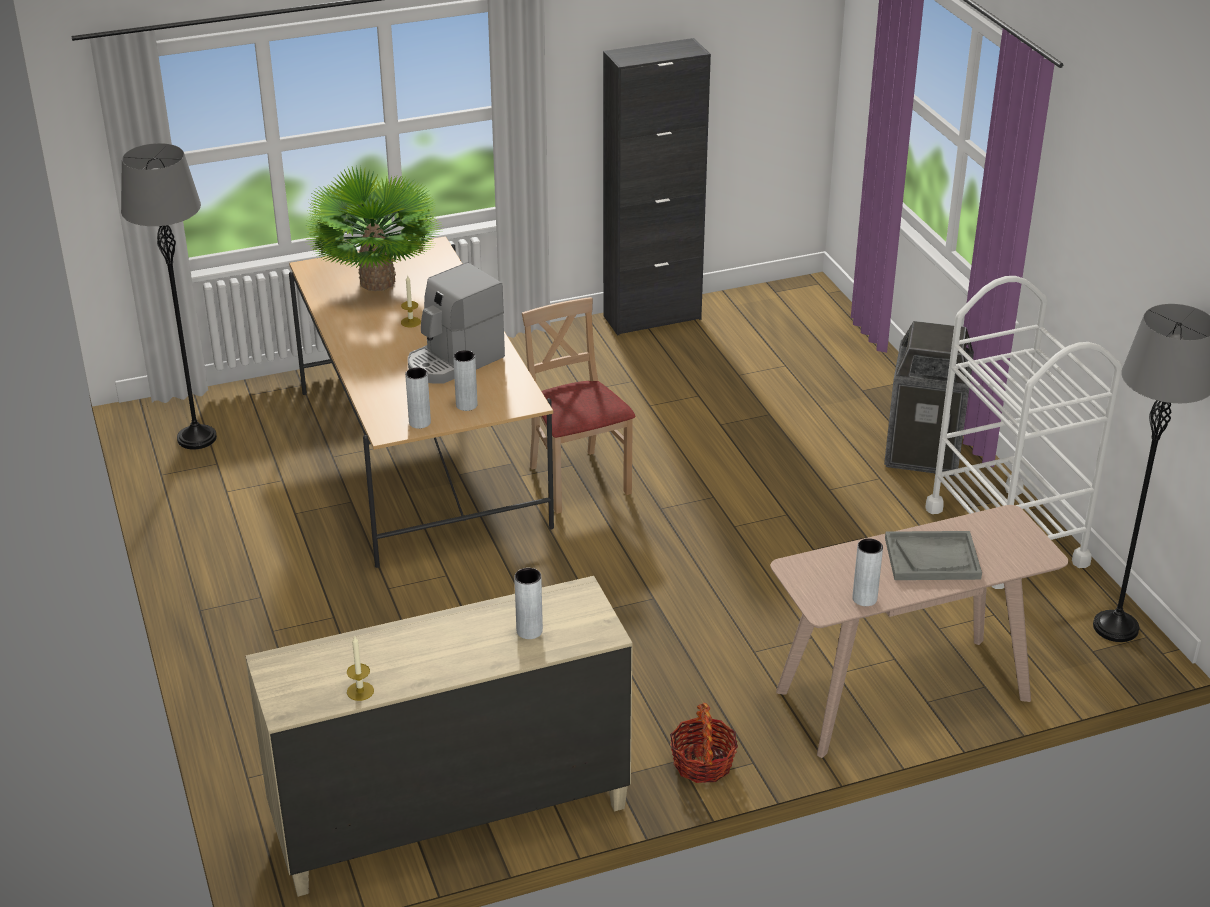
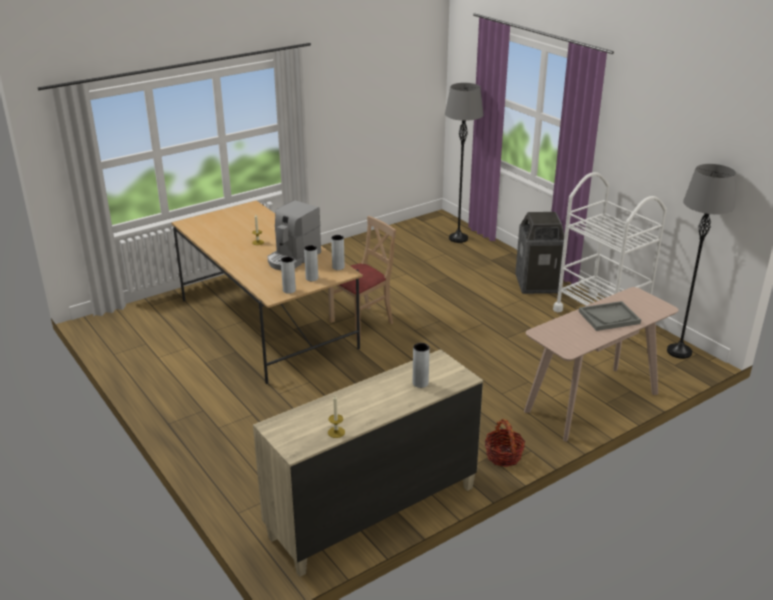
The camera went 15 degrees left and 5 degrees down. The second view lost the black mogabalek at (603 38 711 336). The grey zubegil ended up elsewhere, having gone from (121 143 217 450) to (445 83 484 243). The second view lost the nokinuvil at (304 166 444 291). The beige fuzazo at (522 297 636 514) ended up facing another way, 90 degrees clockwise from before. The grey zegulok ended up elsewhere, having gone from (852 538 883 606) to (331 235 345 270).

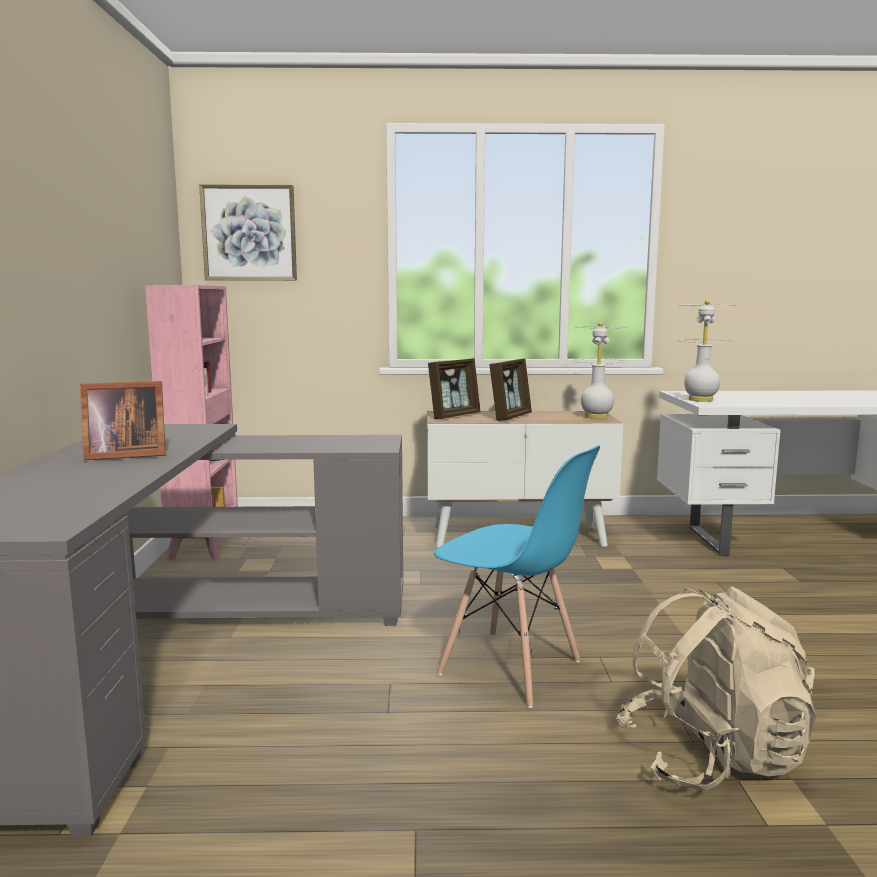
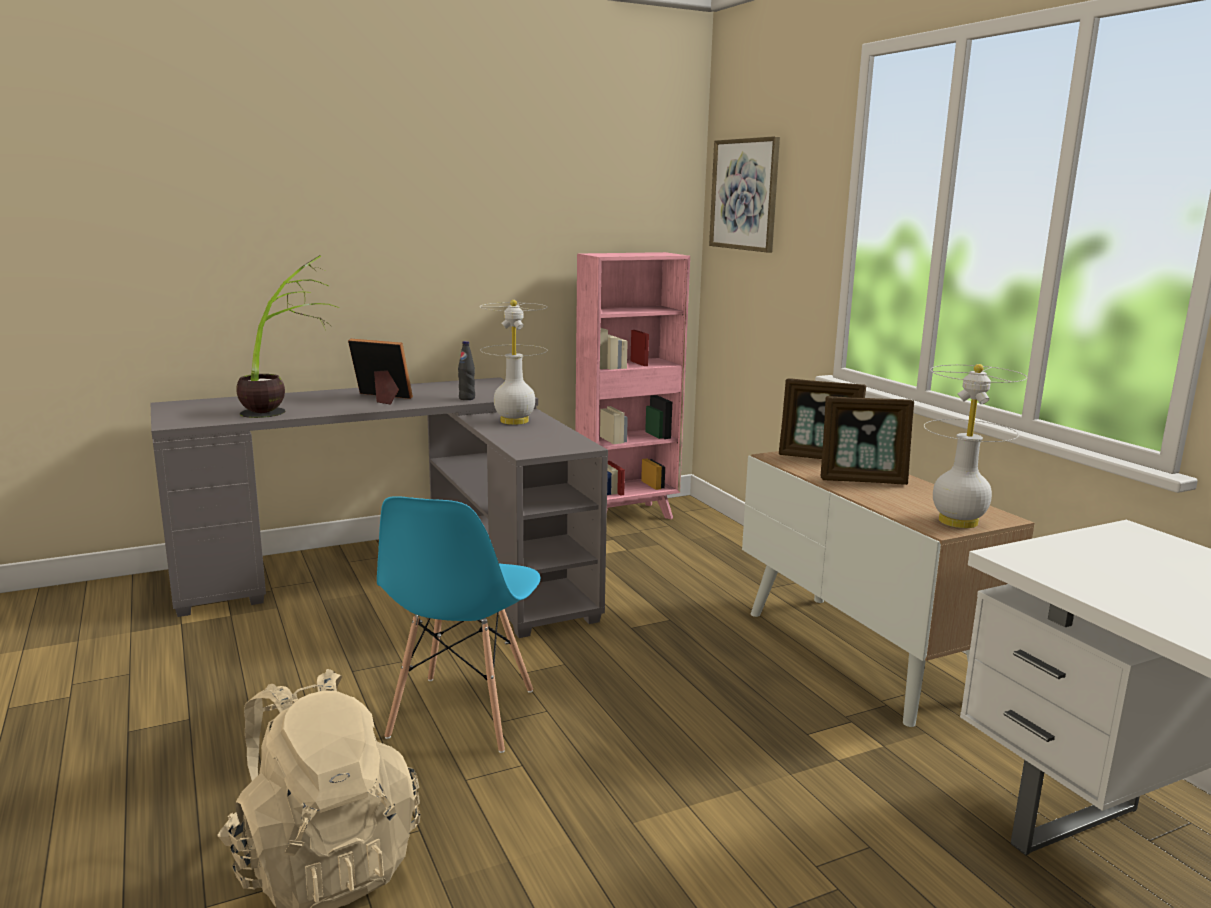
The camera went 65 degrees right and 5 degrees up. The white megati ended up elsewhere, having gone from (676 299 737 402) to (480 300 547 425). The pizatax at (80 381 166 460) ended up facing another way, 150 degrees clockwise from before. The second view gained the nokinuvil at (236 255 339 418). The second view gained the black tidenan at (458 341 475 400).

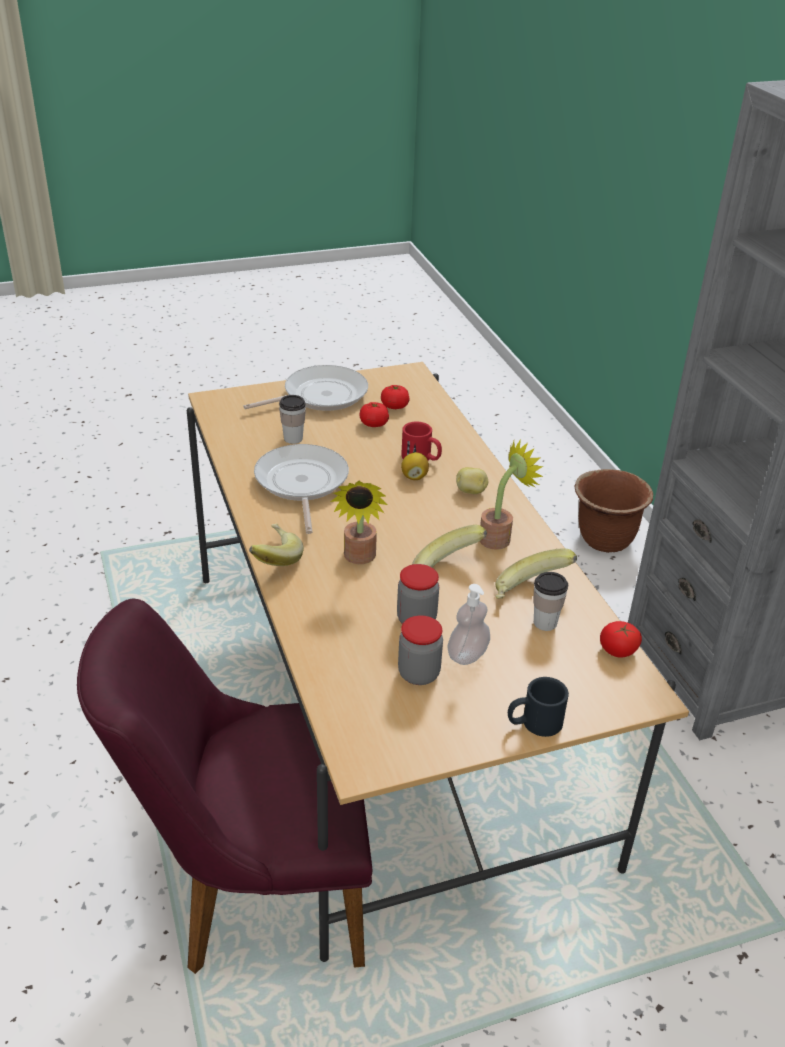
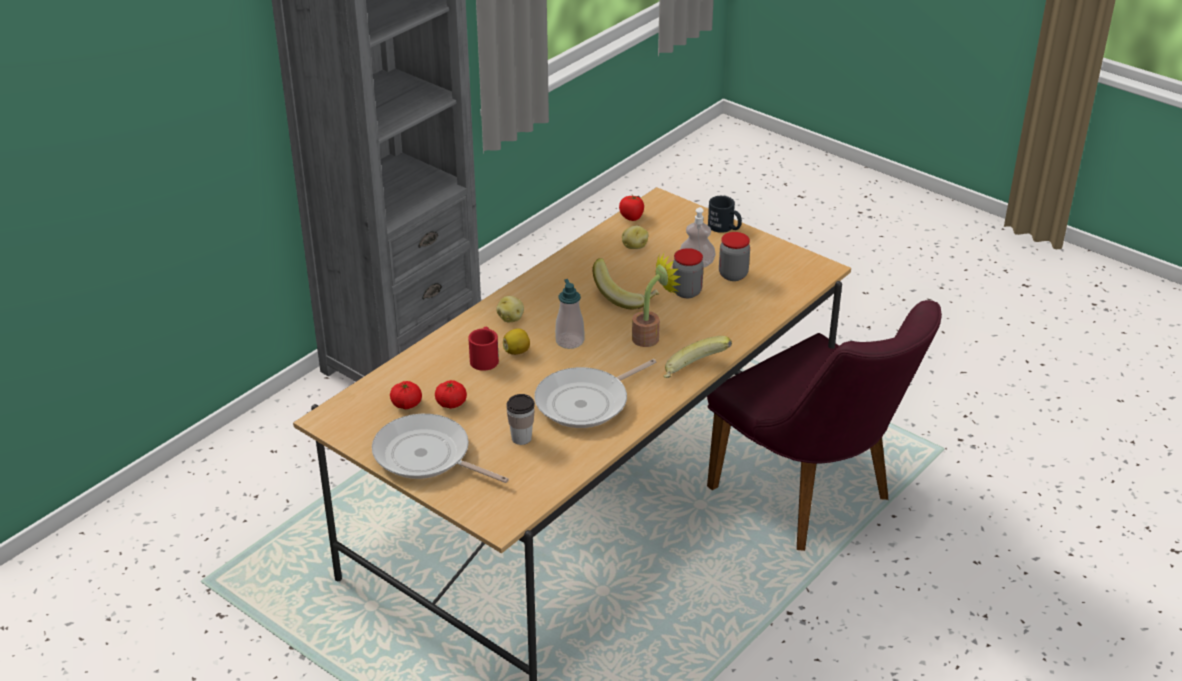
The camera went 120 degrees left and 0 degrees up. The second view lost the nokinuvil at (480 439 543 550). The second view lost the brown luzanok at (575 469 653 553). The second view lost the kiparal at (495 548 577 599). Where the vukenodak stood at (533 572 568 631), the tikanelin came to stand at (622 225 649 249). The second view gained the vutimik at (555 279 584 349).

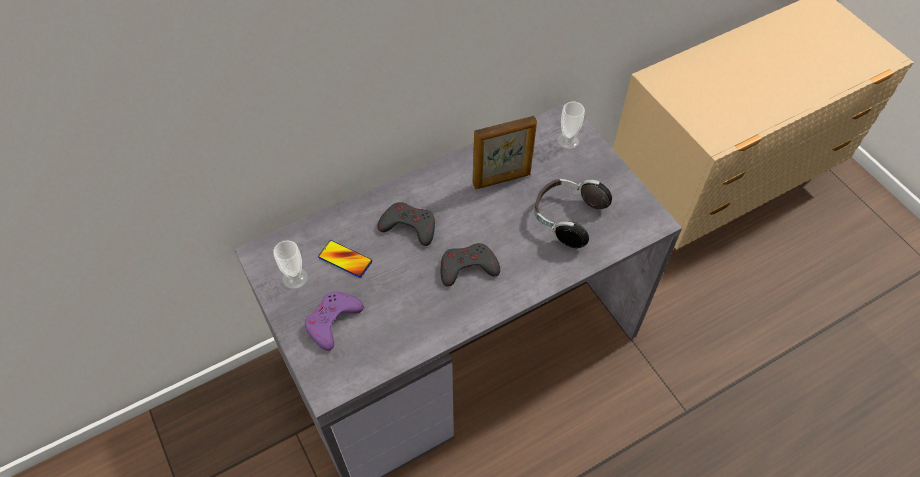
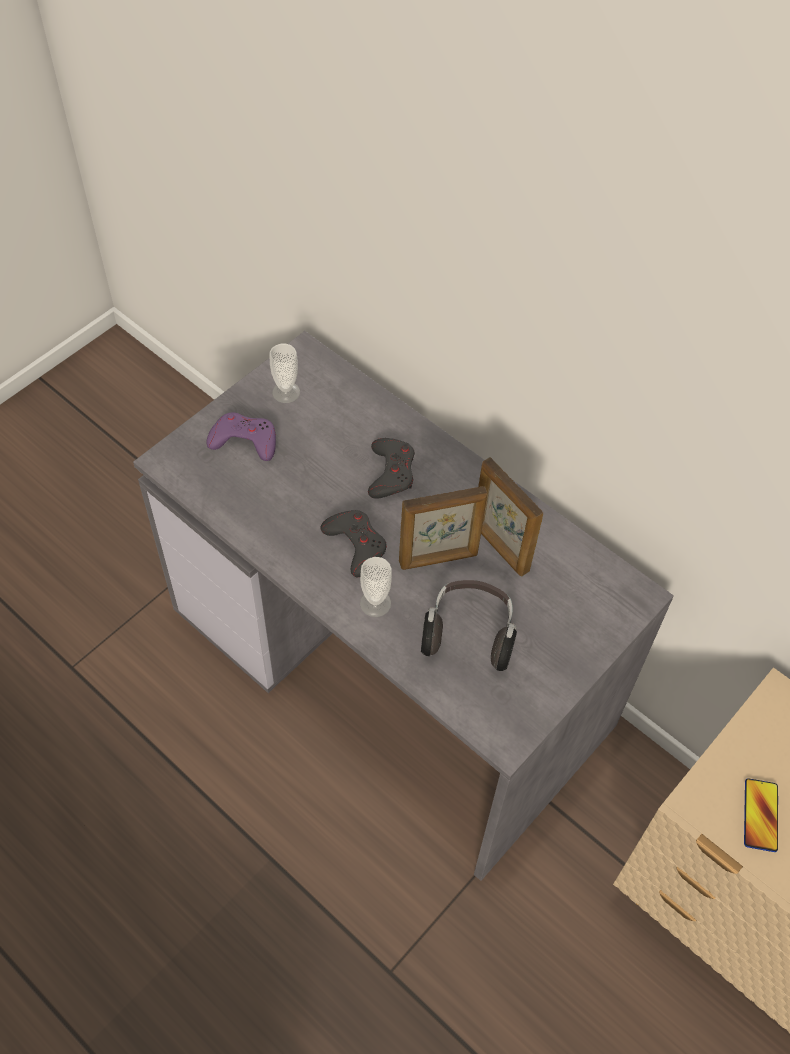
The camera went 70 degrees right and 0 degrees up. The vukenodak ended up elsewhere, having gone from (557 102 585 149) to (360 557 392 617). The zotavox ended up elsewhere, having gone from (318 240 372 278) to (744 778 778 852). The second view gained the pizatax at (399 486 487 570).

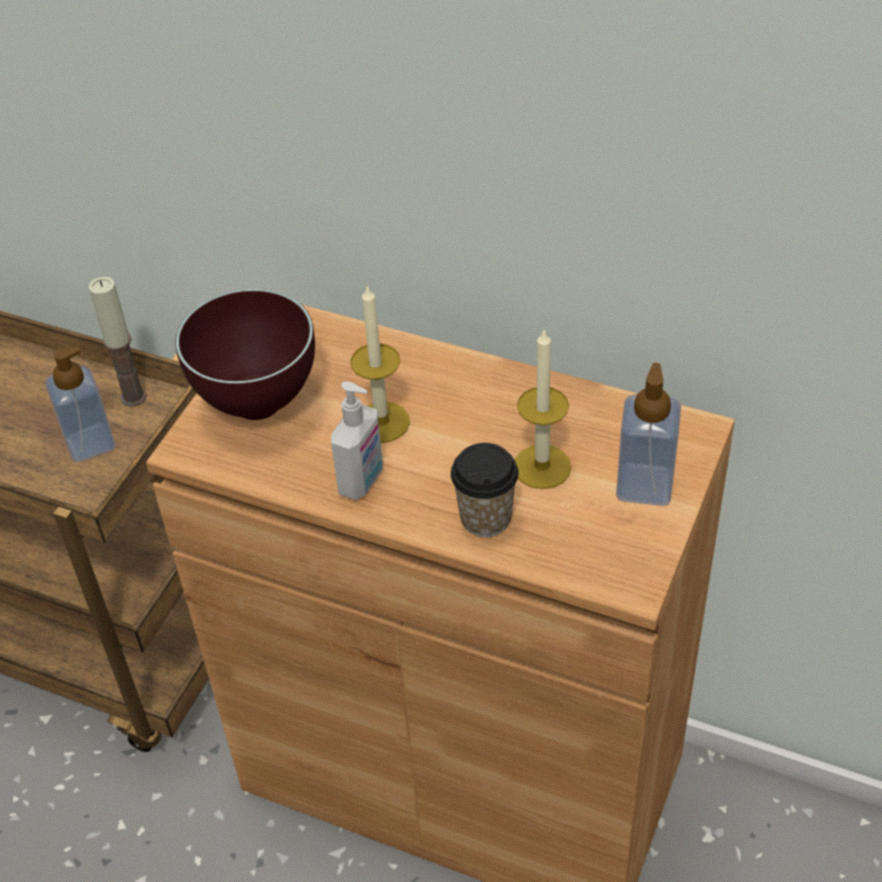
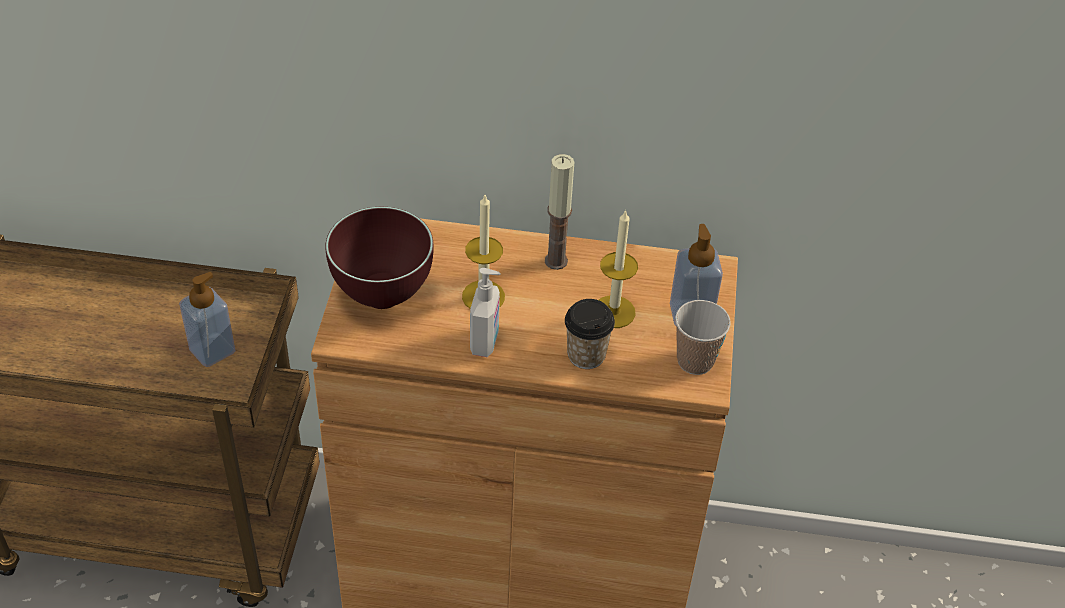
The camera went 20 degrees left and 0 degrees up. The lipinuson ended up elsewhere, having gone from (89 277 147 407) to (545 154 574 270). The second view gained the vukenodak at (675 300 731 375).

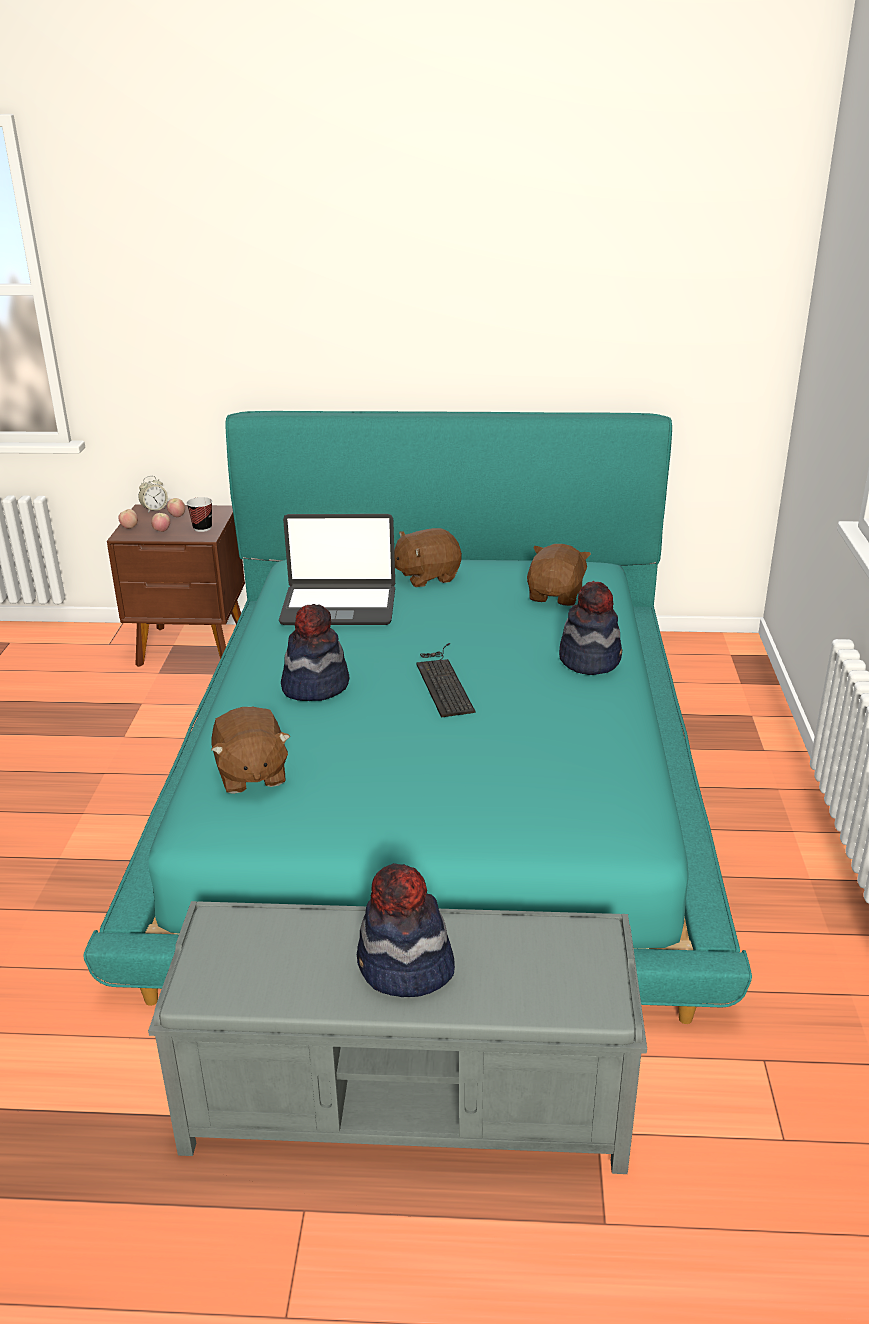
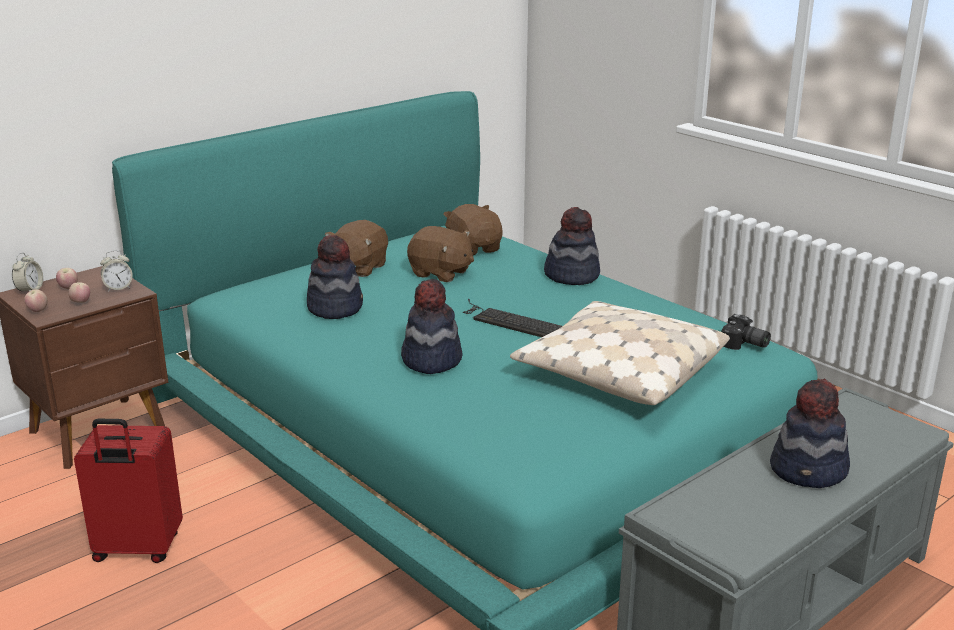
The camera went 45 degrees left and 5 degrees down. Where the vukenodak stood at (186 497 212 532), the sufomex came to stand at (100 250 133 292). Where the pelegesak stood at (279 514 395 625), the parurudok came to stand at (307 235 363 319). The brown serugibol ended up elsewhere, having gone from (211 707 291 794) to (407 226 474 282). The second view gained the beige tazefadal at (510 301 730 405). The second view gained the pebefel at (722 314 771 350). The second view gained the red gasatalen at (74 419 183 563).

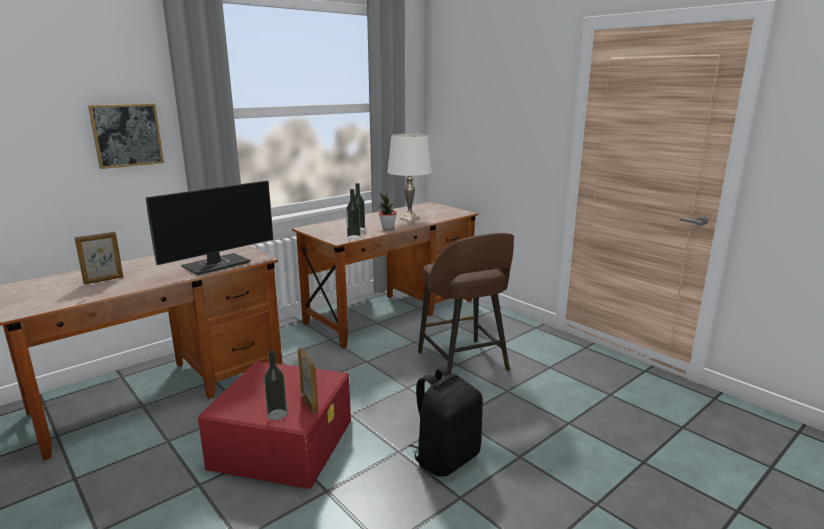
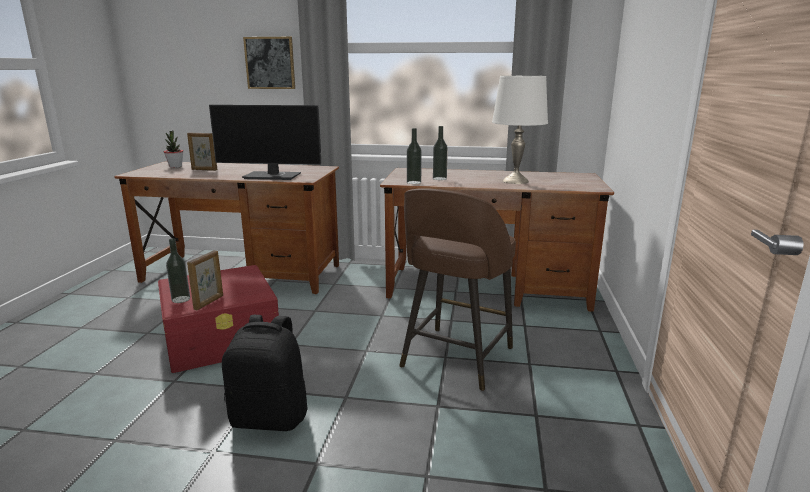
The camera went 50 degrees right and 0 degrees up. The nokinuvil ended up elsewhere, having gone from (379 192 397 229) to (164 130 183 168).

